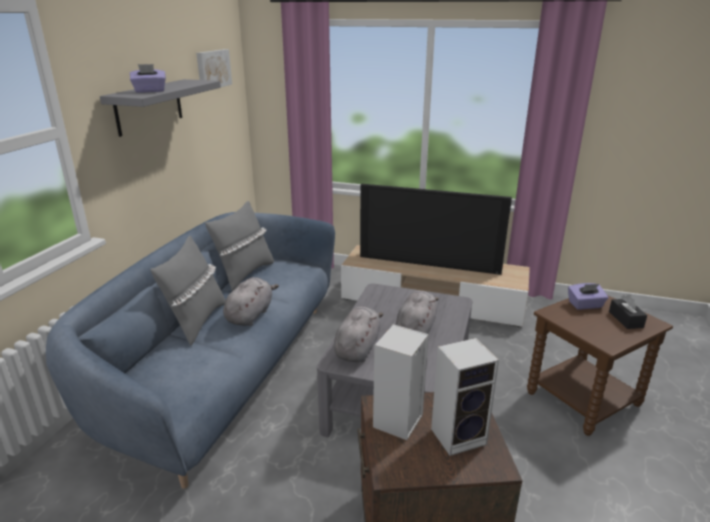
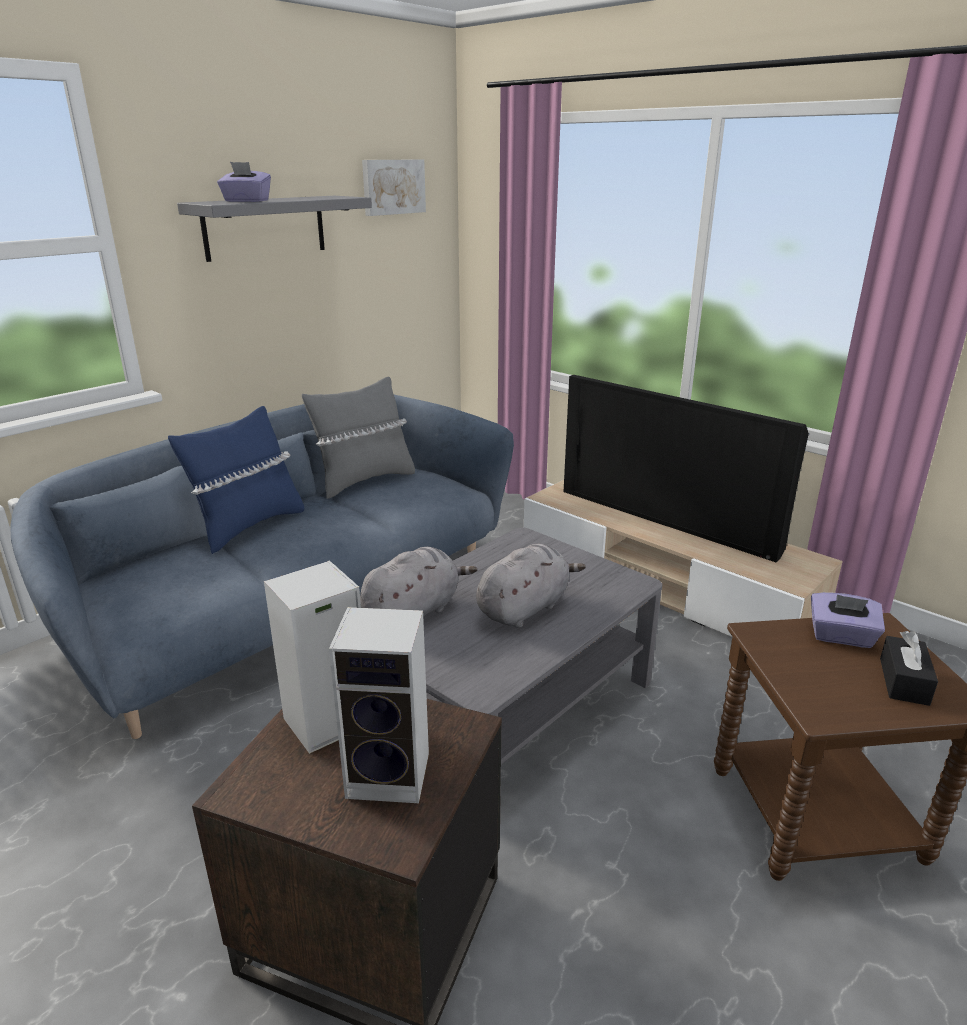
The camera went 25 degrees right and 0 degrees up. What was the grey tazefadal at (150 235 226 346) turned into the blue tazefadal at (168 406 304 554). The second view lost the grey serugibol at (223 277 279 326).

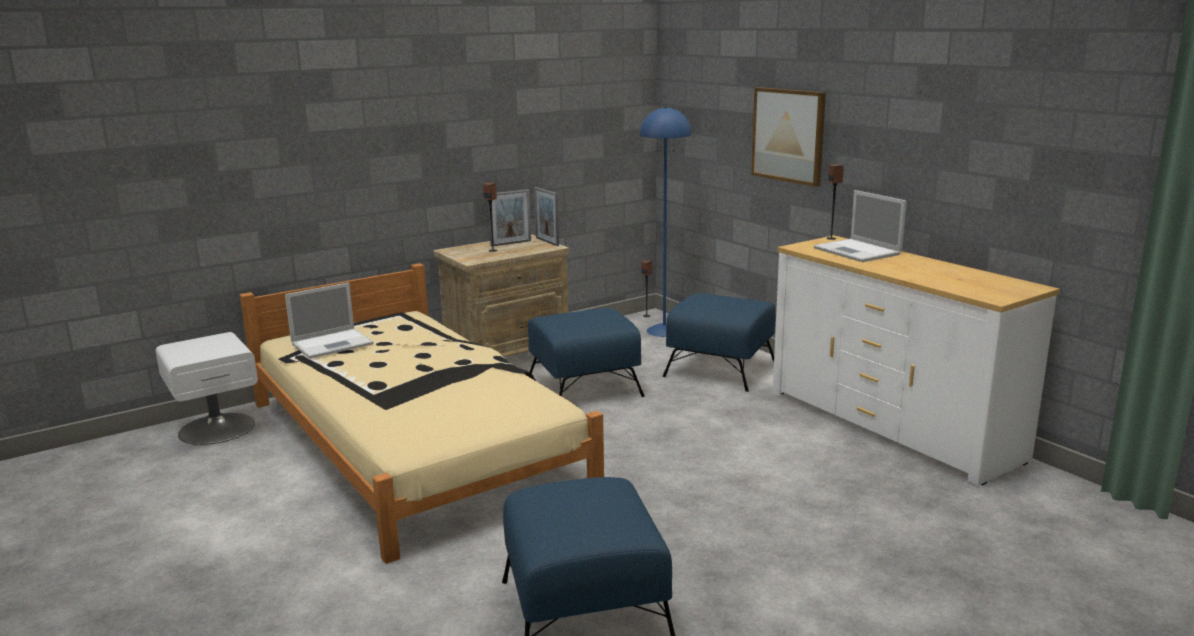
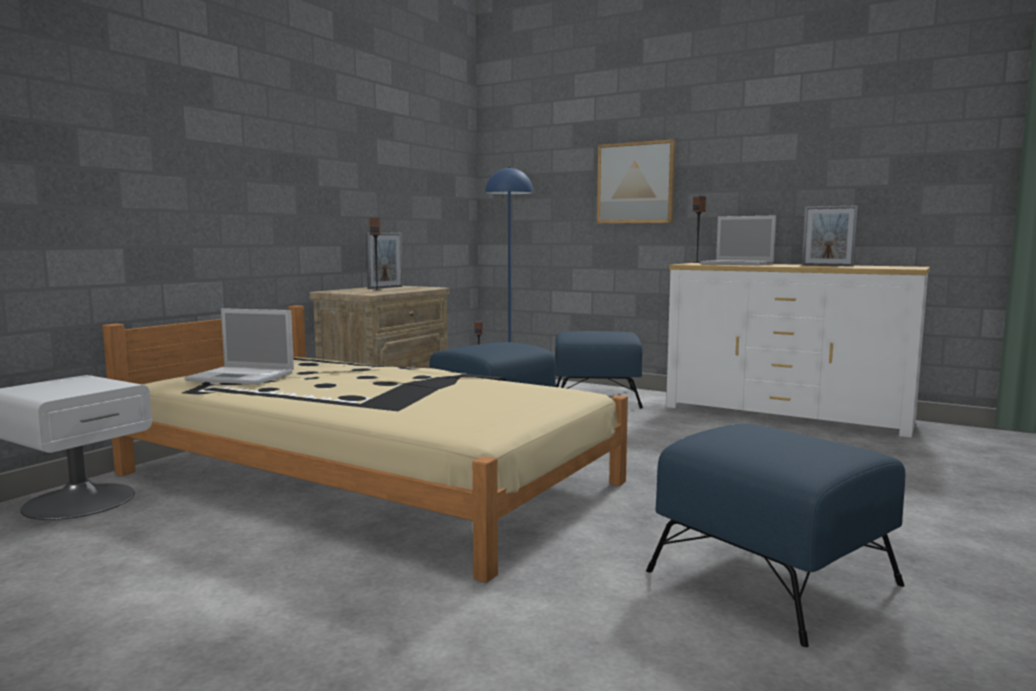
The camera went 25 degrees left and 10 degrees down. The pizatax ended up elsewhere, having gone from (534 187 559 246) to (802 205 858 267). The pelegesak at (285 282 374 359) ended up facing another way, 75 degrees clockwise from before.

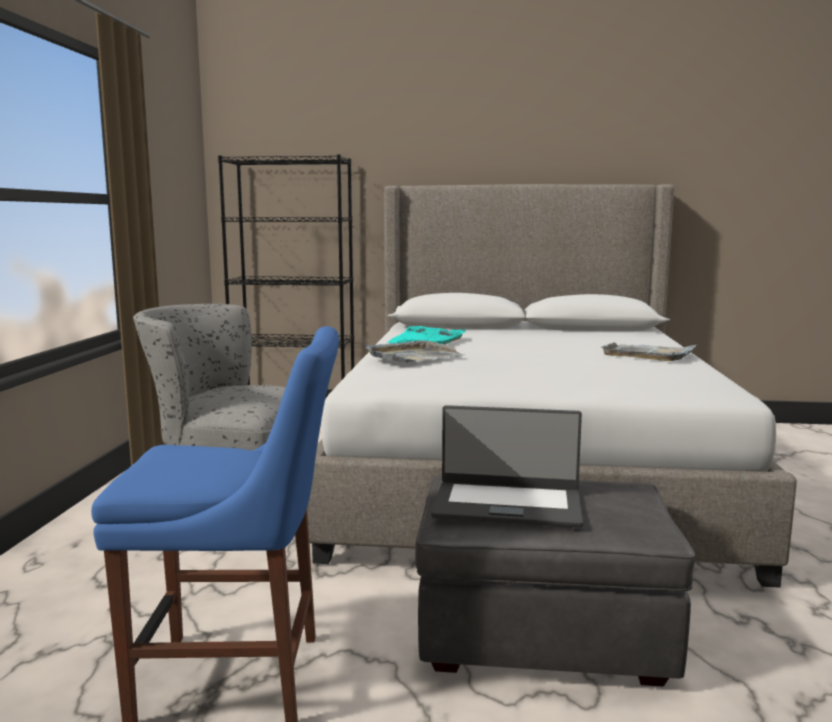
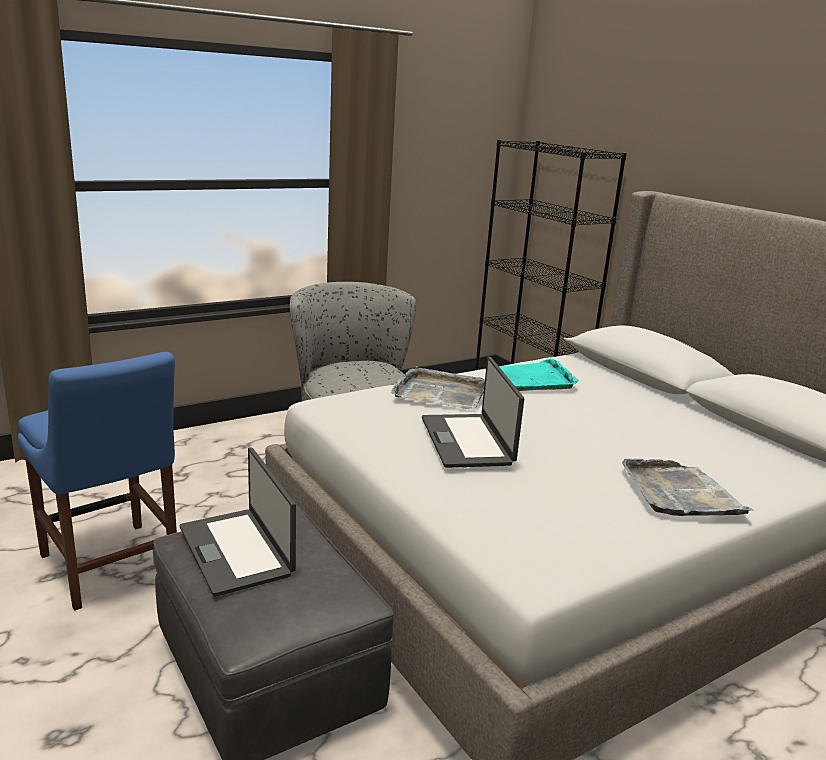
The camera went 50 degrees right and 10 degrees up. The second view gained the pelegesak at (422 357 524 468).

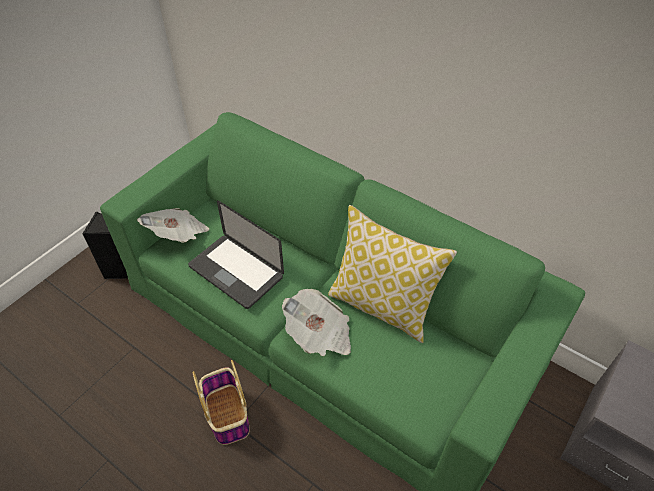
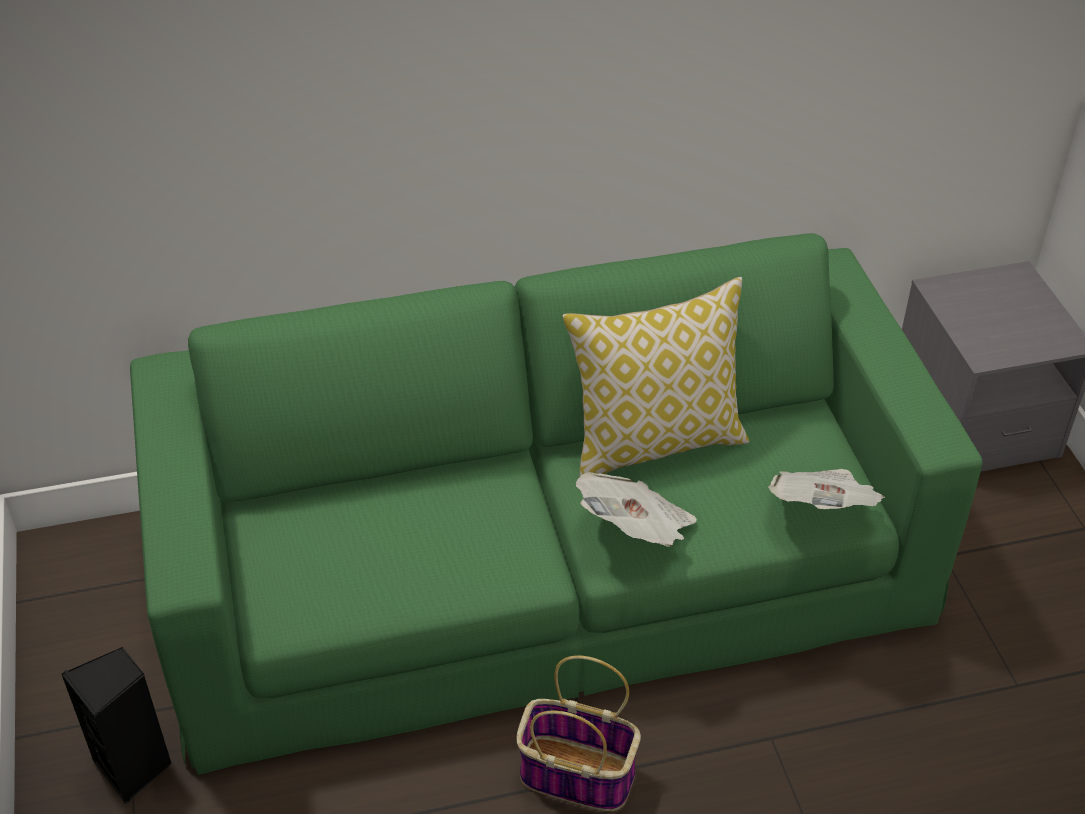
The camera went 50 degrees left and 5 degrees down. The second view lost the pelegesak at (188 200 284 309). The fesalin ended up elsewhere, having gone from (137 208 209 243) to (768 469 885 509).

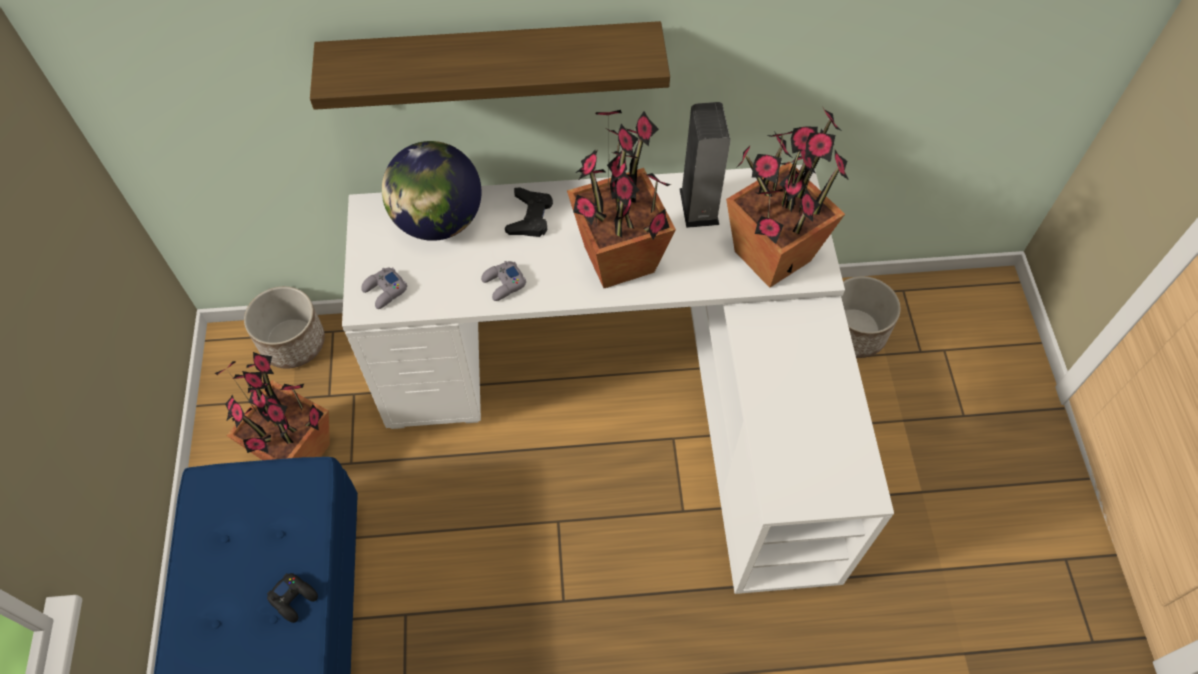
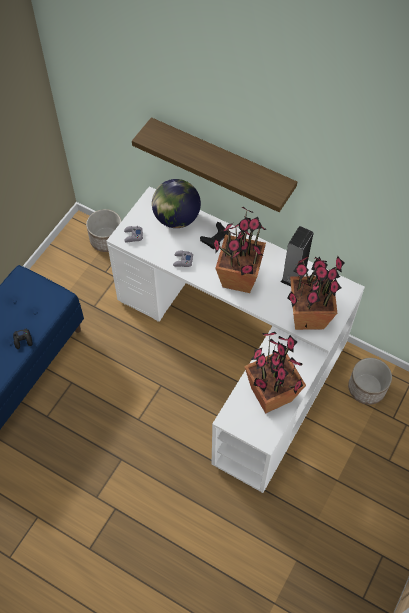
The camera went 35 degrees right and 0 degrees up. The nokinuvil ended up elsewhere, having gone from (215 352 330 460) to (244 332 306 414).

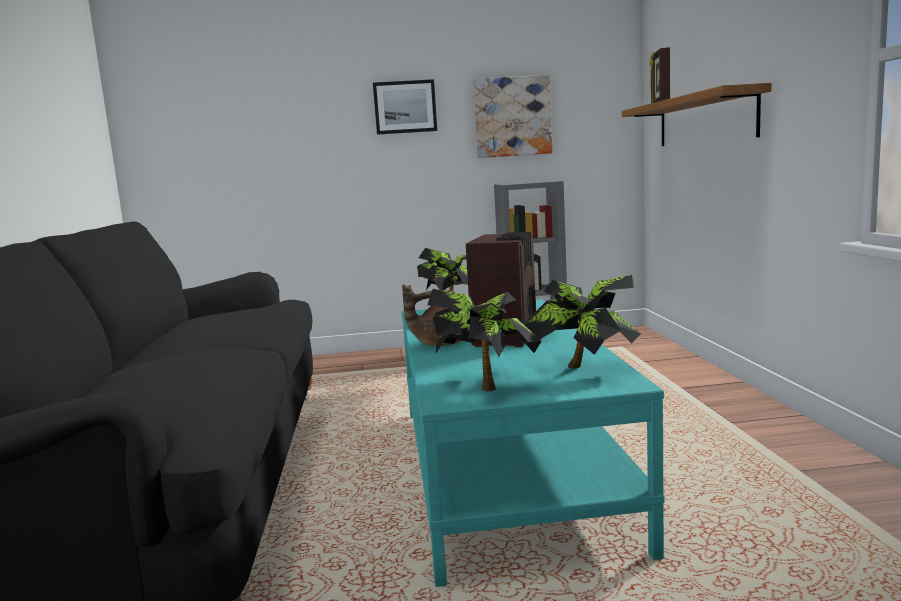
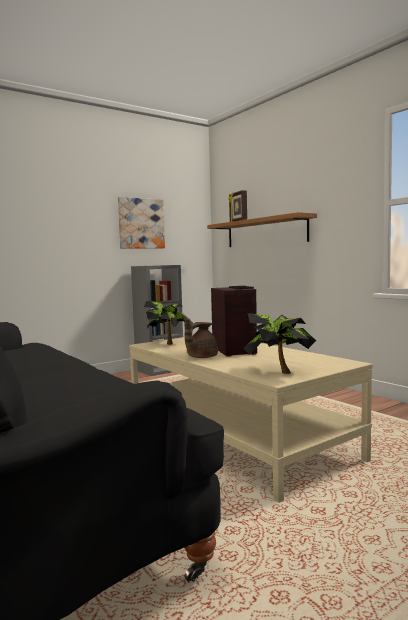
The camera went 30 degrees left and 5 degrees down. The second view lost the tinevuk at (373 79 437 135). The second view lost the nokinuvil at (524 275 641 369). What was the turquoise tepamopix at (402 299 665 587) turned into the beige tepamopix at (129 337 372 503).

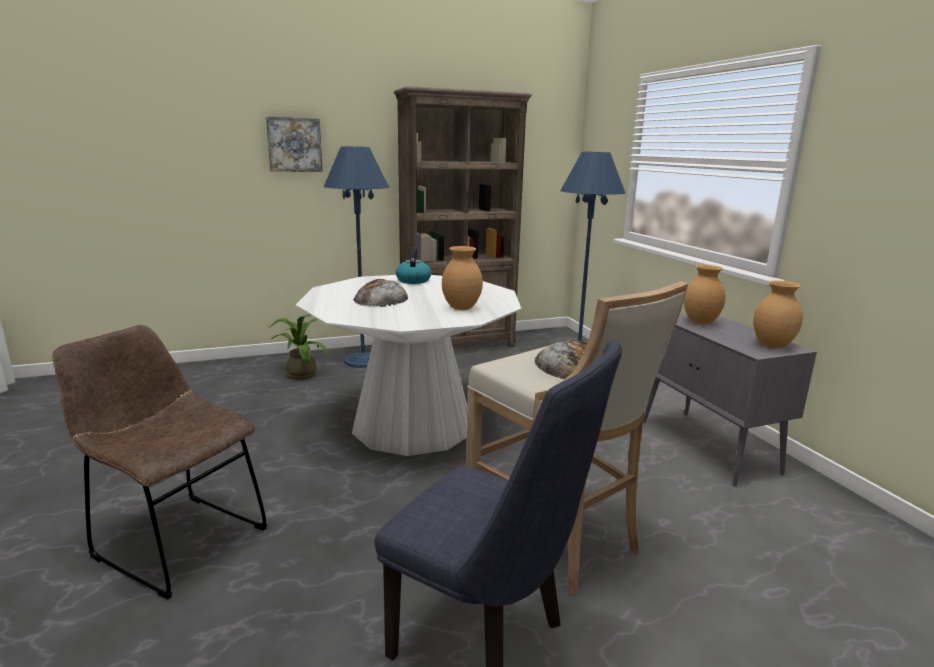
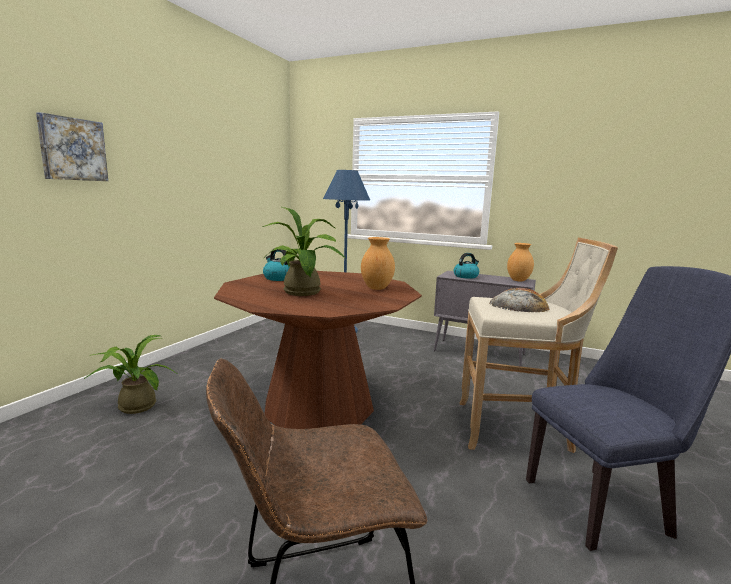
The camera went 45 degrees left and 5 degrees down. The second view lost the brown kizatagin at (394 87 532 347). The second view lost the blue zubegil at (324 146 389 368). Where the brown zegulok stood at (684 265 725 325), the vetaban came to stand at (454 253 479 279). What was the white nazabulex at (296 275 522 456) turned into the brown nazabulex at (214 271 422 429). Where the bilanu stood at (353 279 408 307), the nokinuvil came to stand at (262 207 346 296).

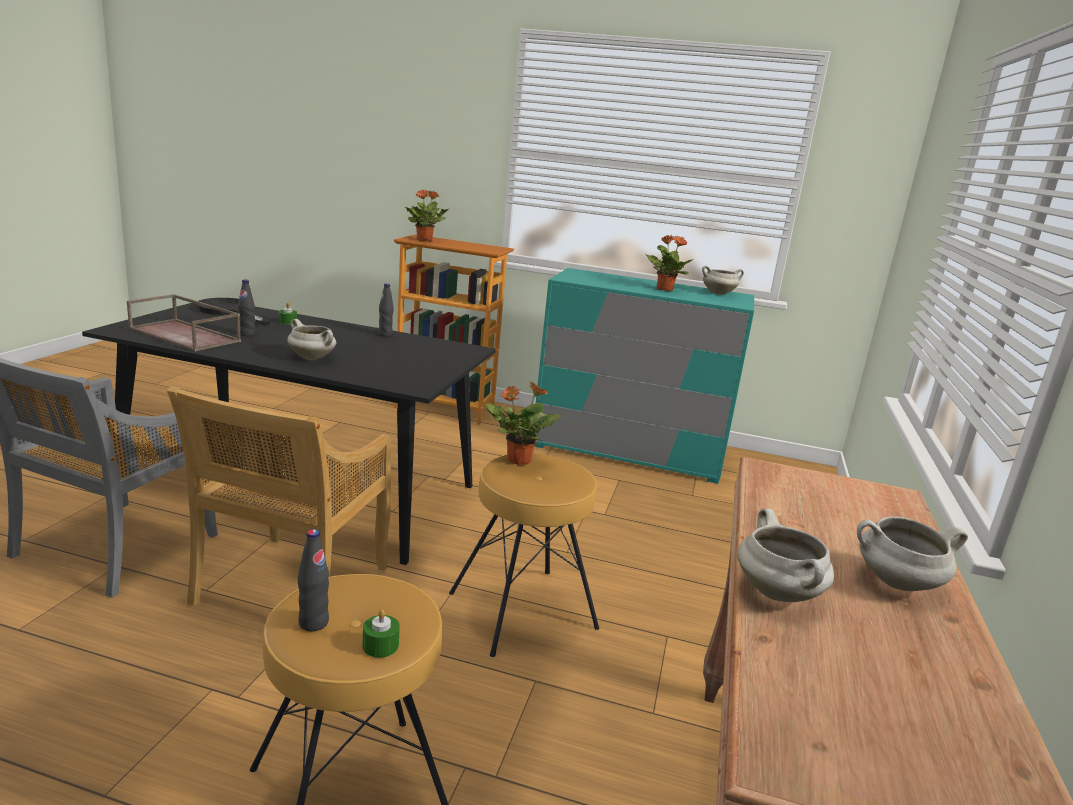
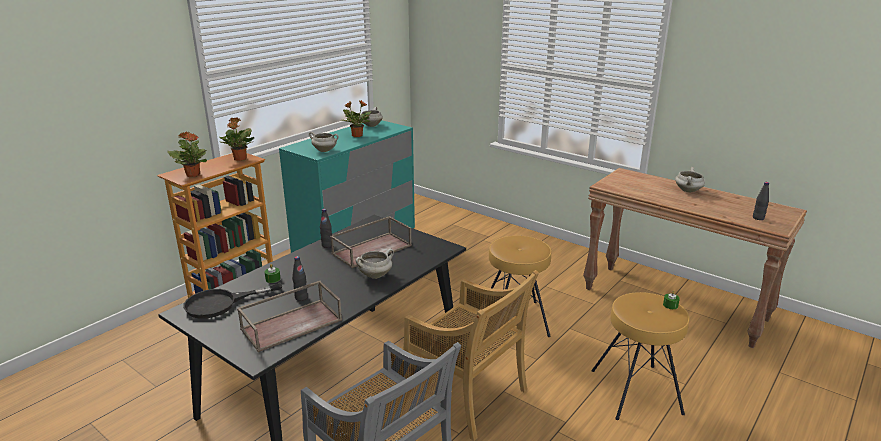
The camera went 65 degrees left and 5 degrees up. The nokinuvil ended up elsewhere, having gone from (486 381 561 465) to (219 117 254 161). The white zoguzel ended up elsewhere, having gone from (737 509 834 602) to (309 132 339 152). The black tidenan ended up elsewhere, having gone from (298 529 329 631) to (753 182 769 220). The second view gained the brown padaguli at (330 216 412 268).

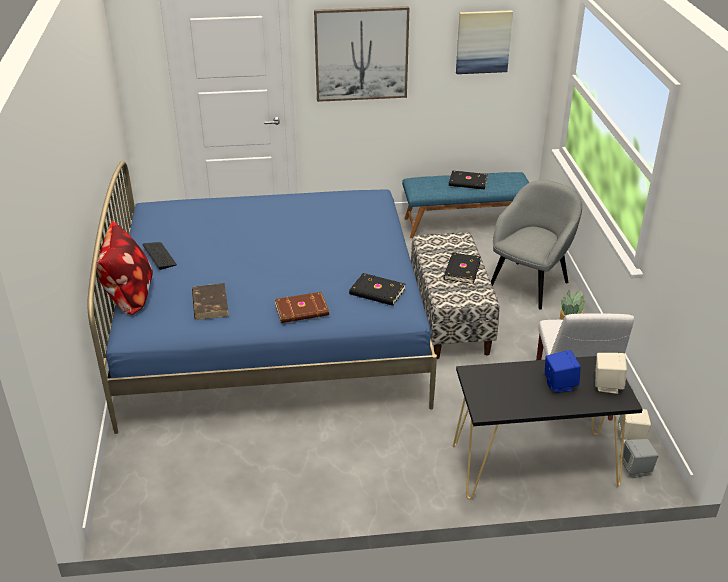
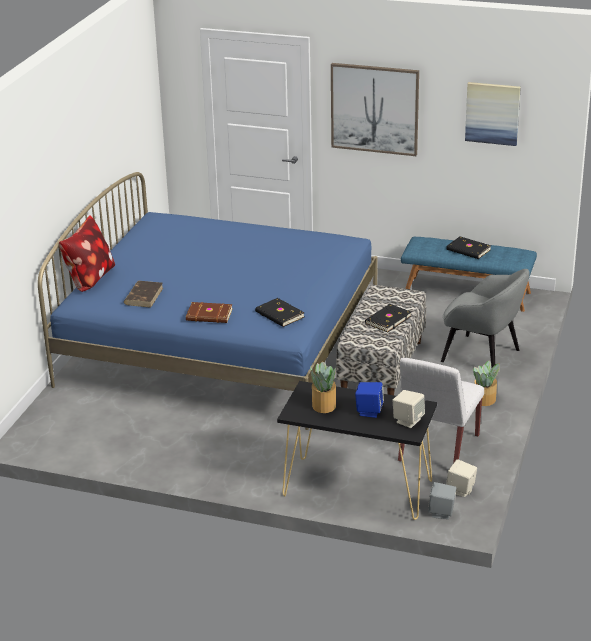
The camera went 25 degrees right and 5 degrees down. The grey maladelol at (491 180 582 309) ended up facing another way, 60 degrees clockwise from before. The second view lost the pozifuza at (143 242 177 270). The second view gained the nokinuvil at (310 361 336 413).

